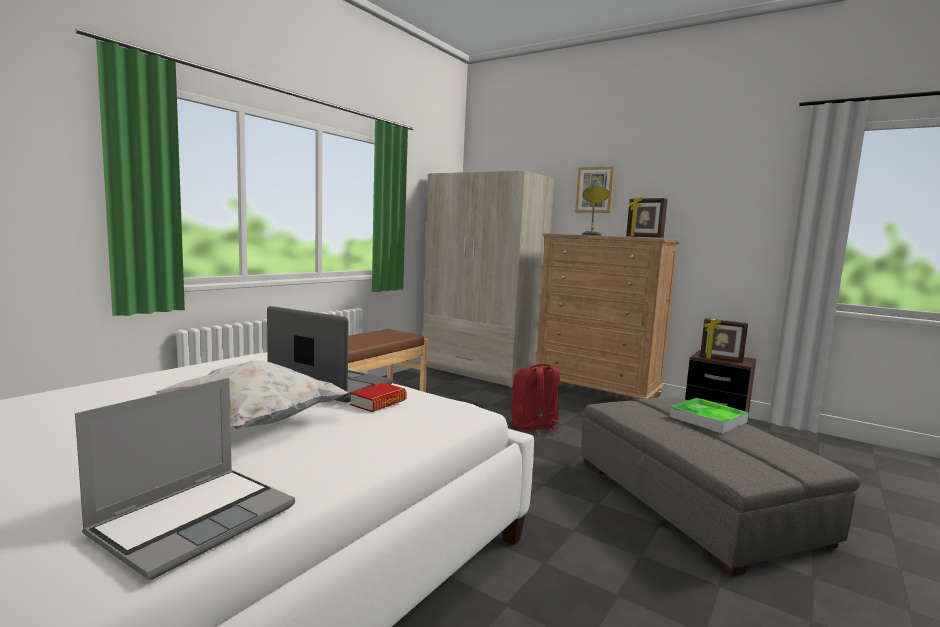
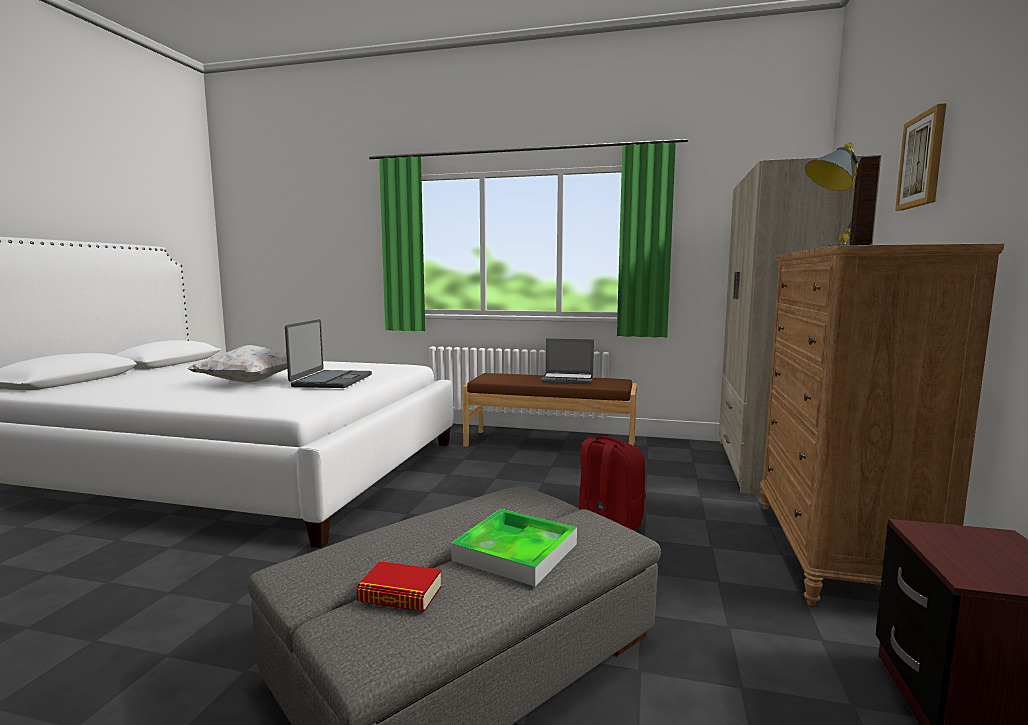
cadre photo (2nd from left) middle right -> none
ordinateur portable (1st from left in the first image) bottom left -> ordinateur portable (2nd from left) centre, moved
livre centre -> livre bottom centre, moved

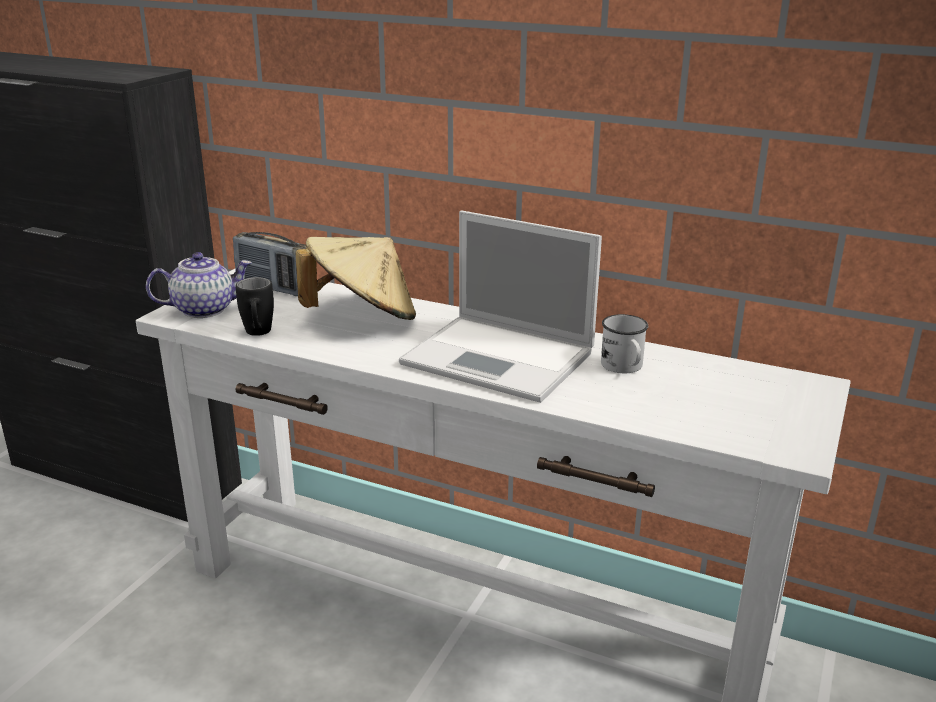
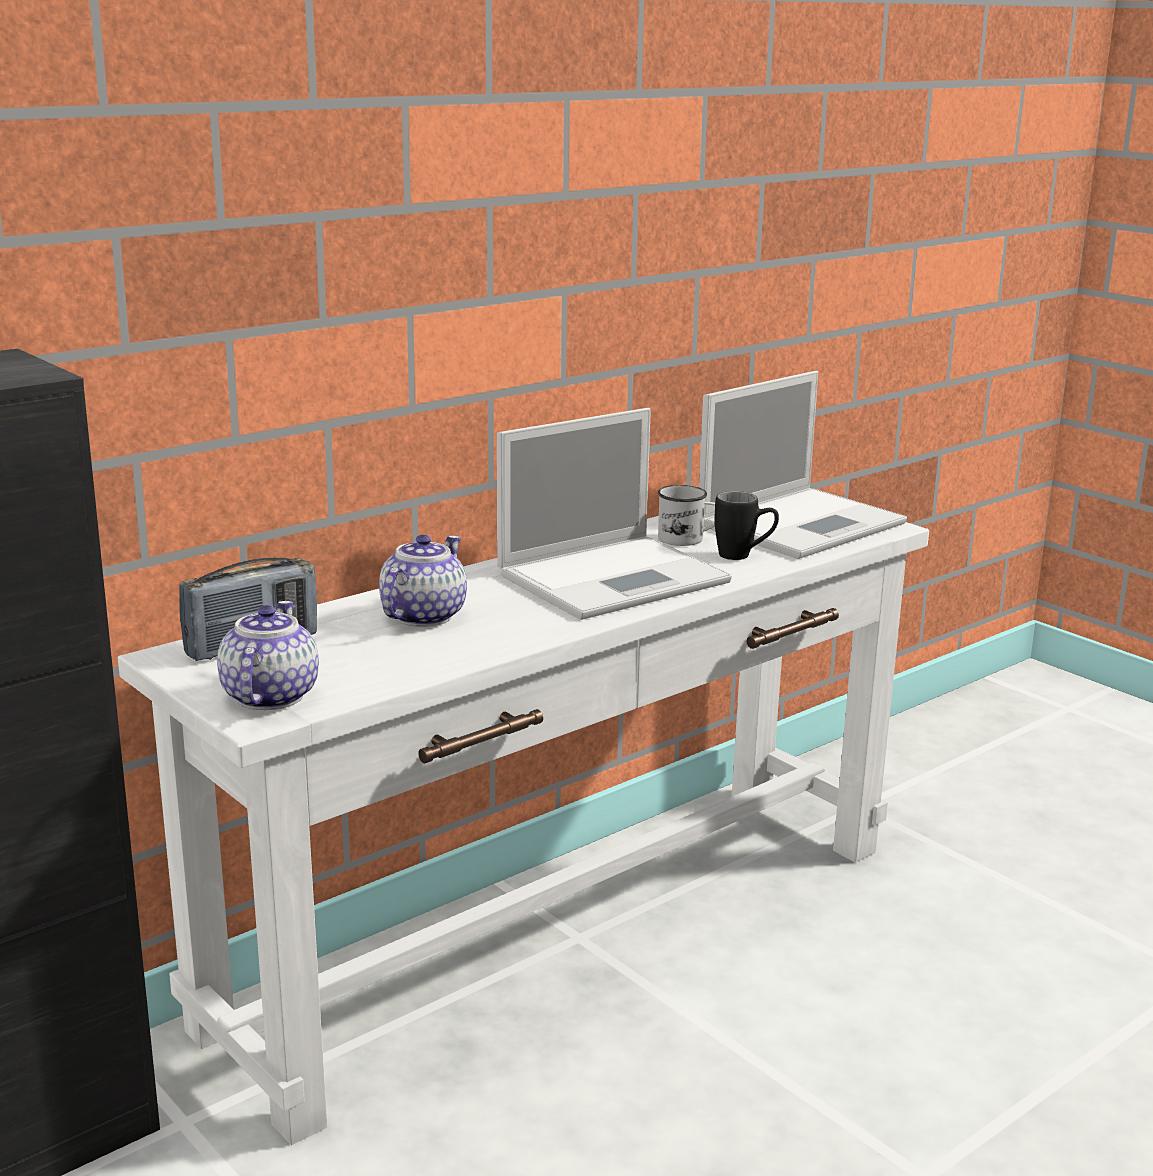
none -> ordinateur portable (2nd from left) middle right
mug [noir] middle left -> mug [noir] centre, moved
chapeau [beige] centre -> théière (2nd from left) centre

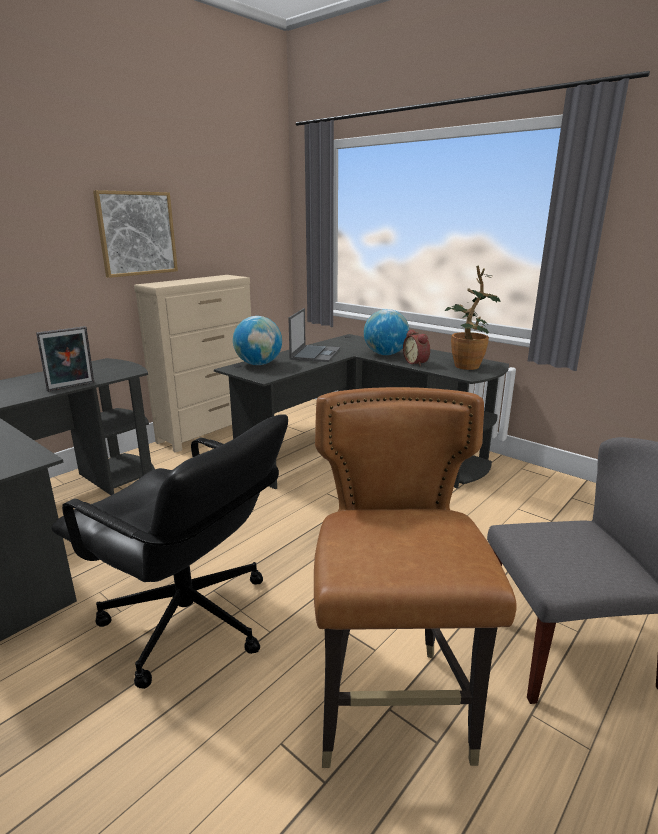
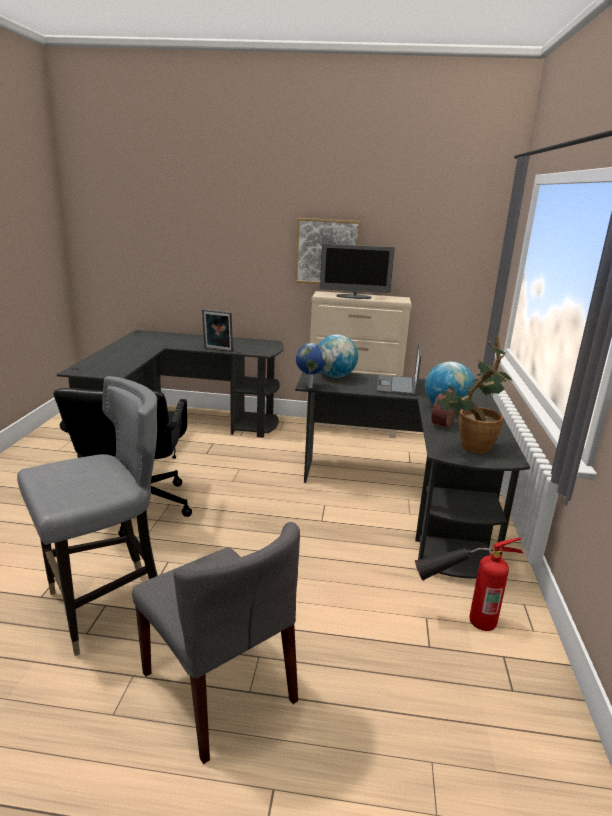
none -> globe (1st from left) centre
none -> écran d'ordinateur top centre
none -> extincteur bottom right
chaise [marron] bottom centre -> chaise [gris] (1st from left) middle left
ordinateur portable centre, 120 degrees clockwise

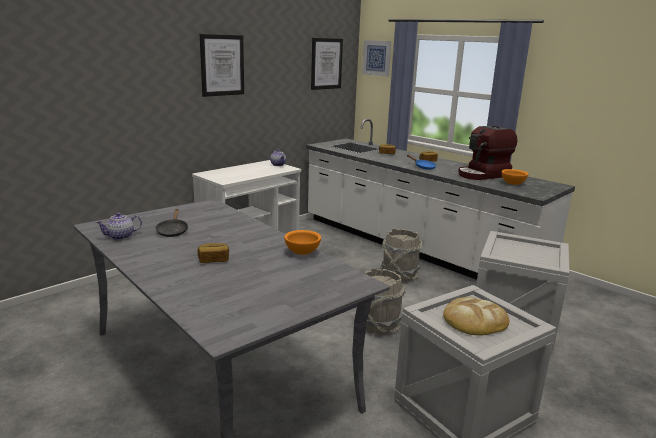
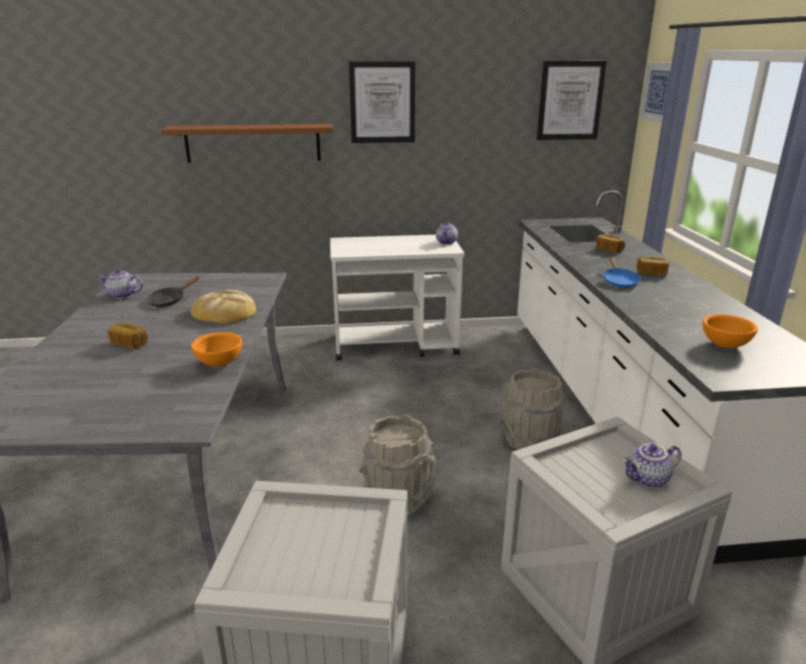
machine à café middle right -> none
none -> étagère [marron] top left
none -> théière (3rd from left) bottom right
pain (4th from left in the first image) bottom right -> pain (2nd from left) middle left, moved

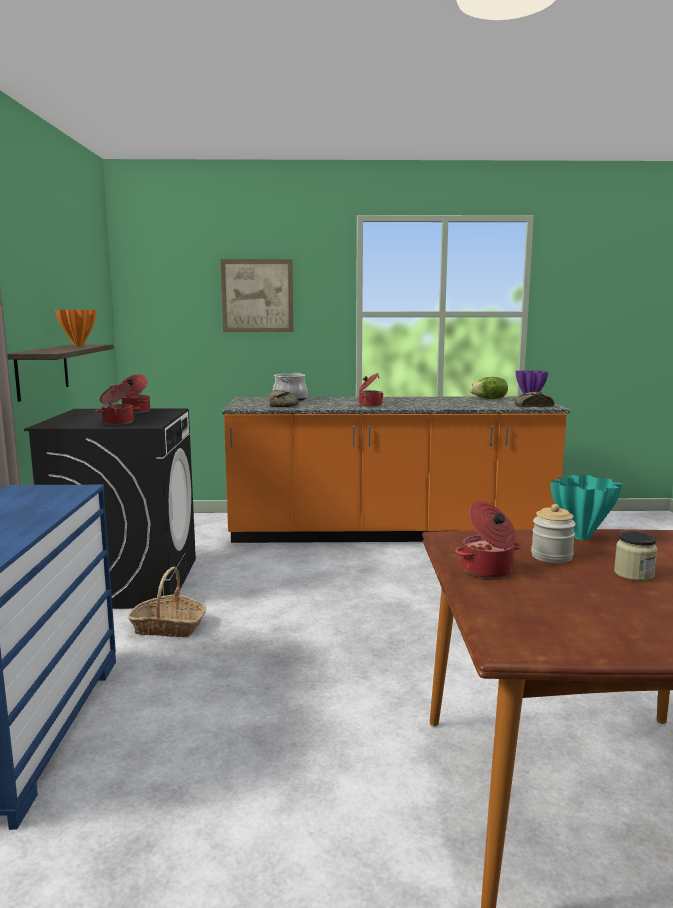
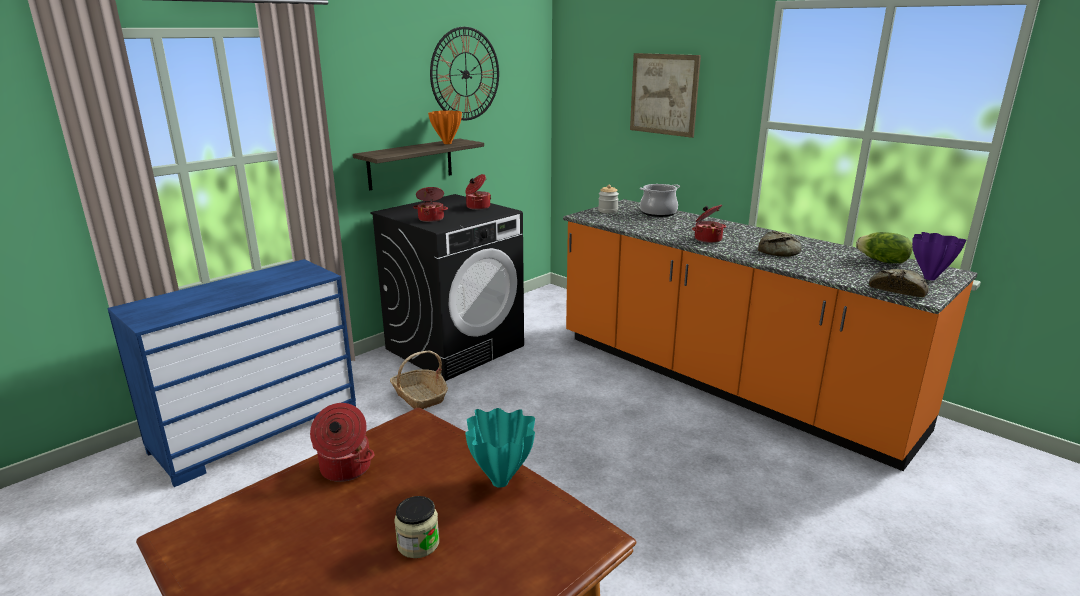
none -> horloge murale top centre
pain (1st from left) centre -> pain (1st from left) middle right, moved
bocal (1st from left in the first image) middle right -> bocal (2nd from left) centre, moved

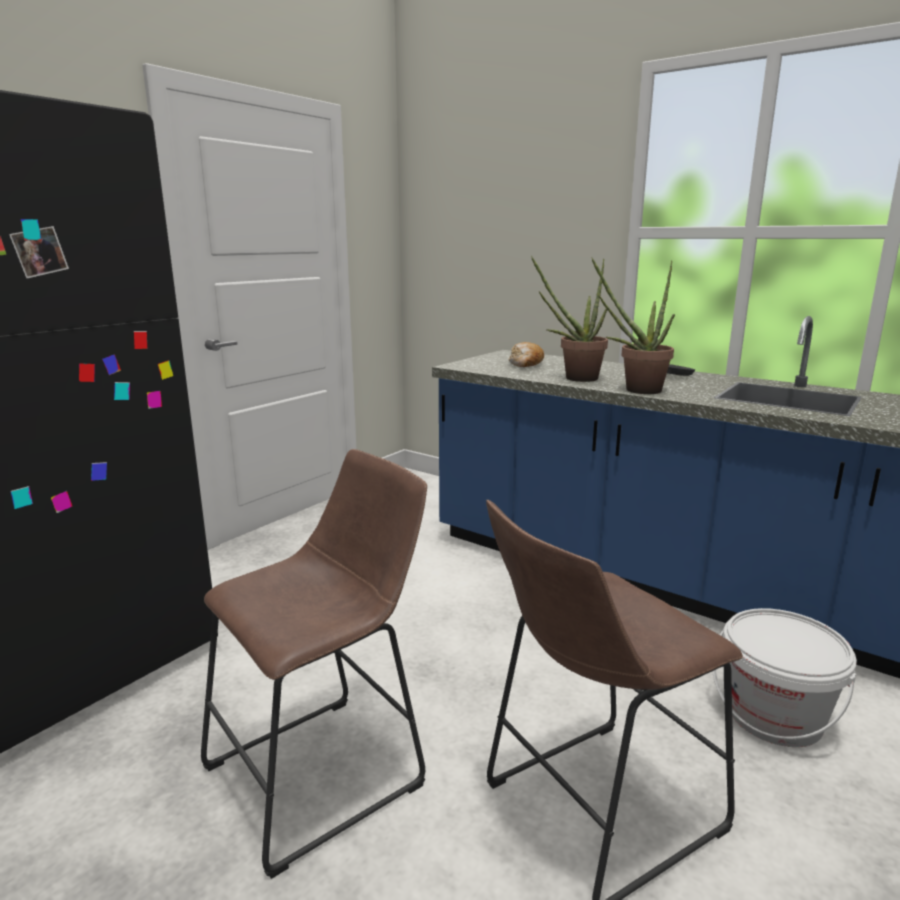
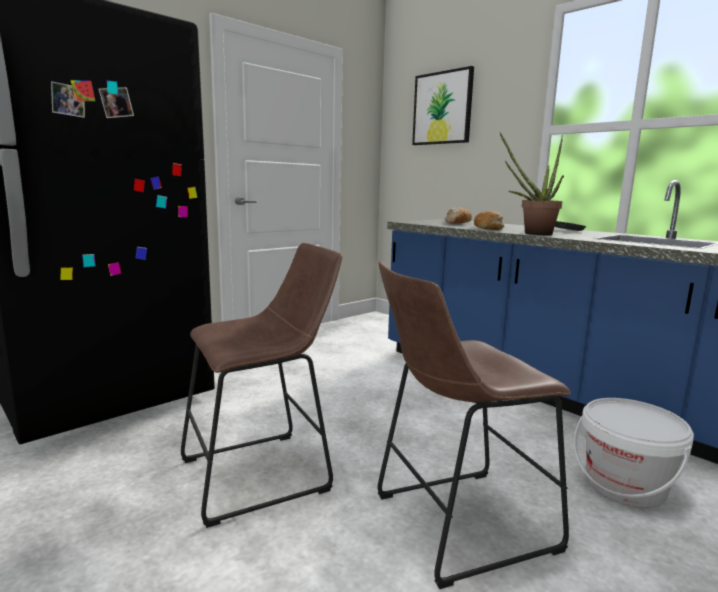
none -> tableau top centre
plante en pot (1st from left) centre -> pain (2nd from left) middle right

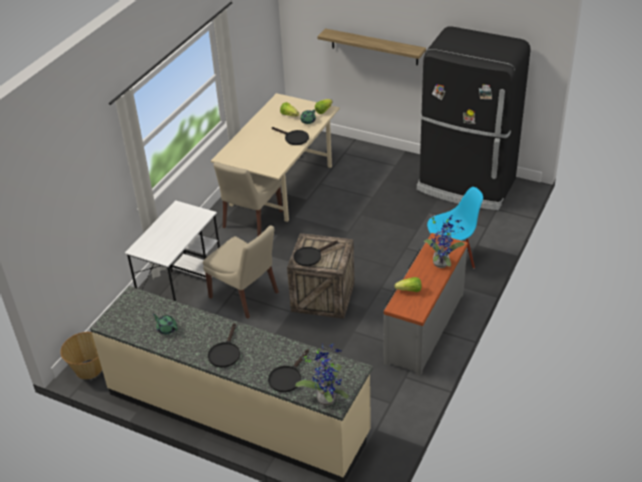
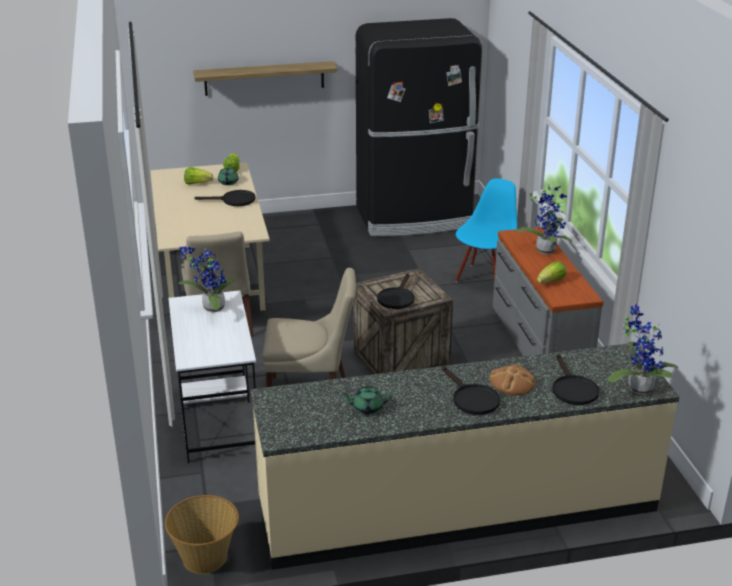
none -> plante en pot (1st from left) middle left
none -> pain middle right

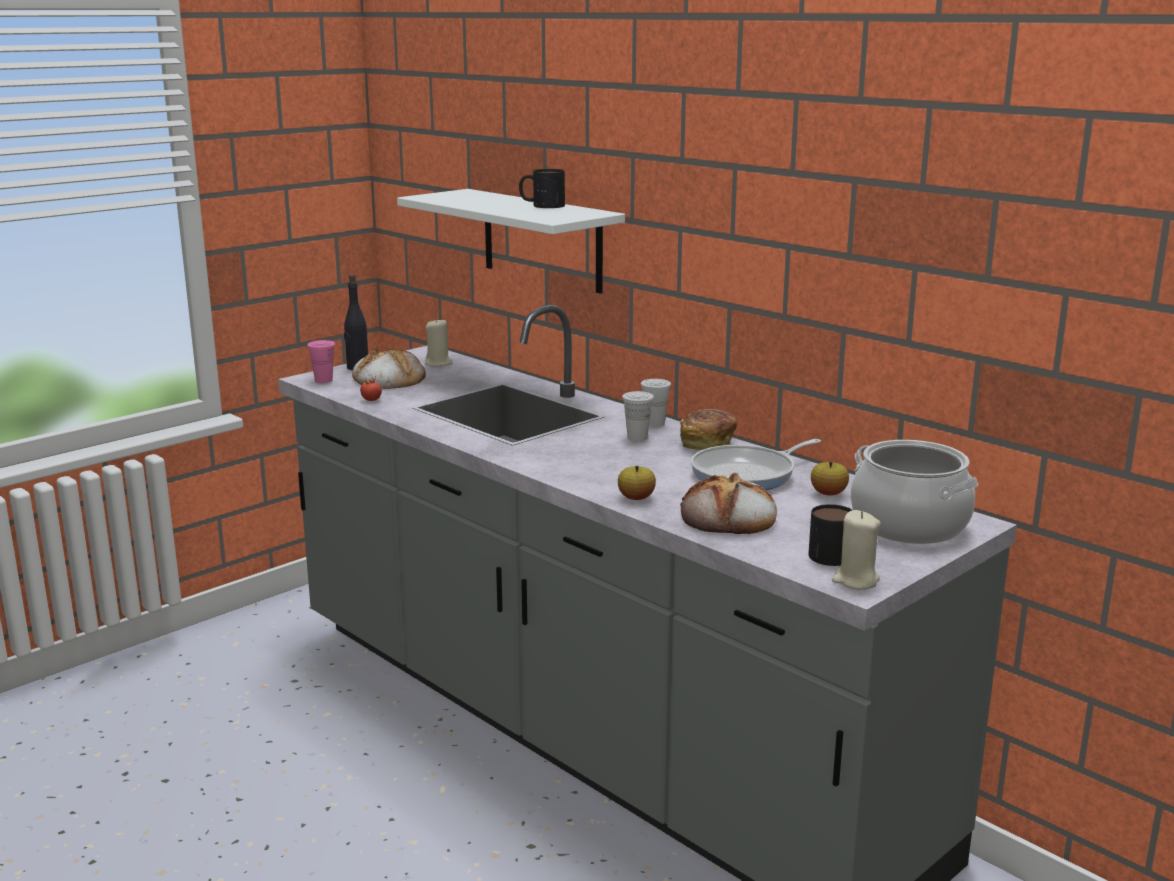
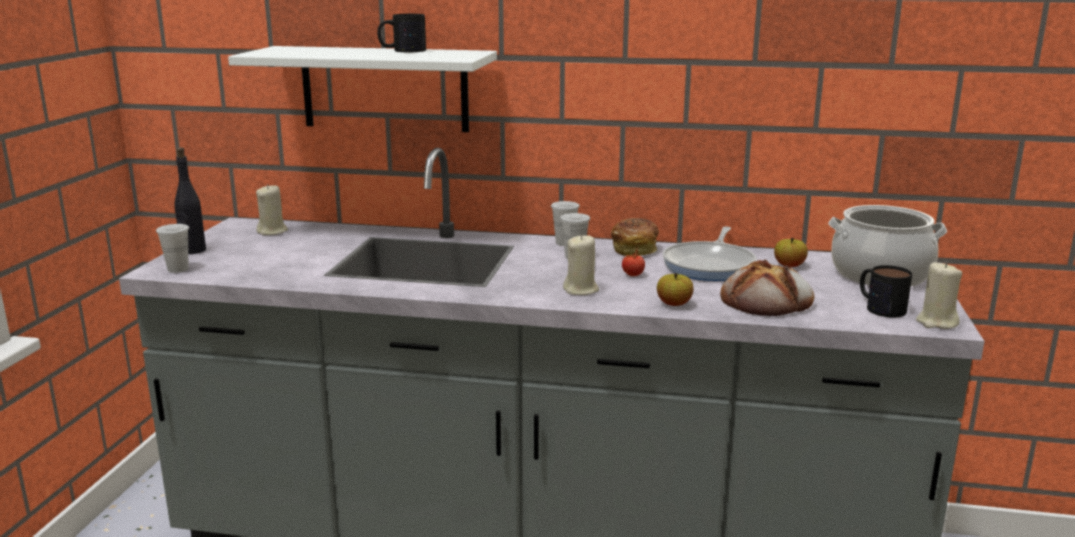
pain (1st from left) middle left -> none
none -> bougie [beige] (2nd from left) centre
tomate middle left -> tomate centre, moved
tasse [rose] middle left -> tasse [blanc] (1st from left) middle left

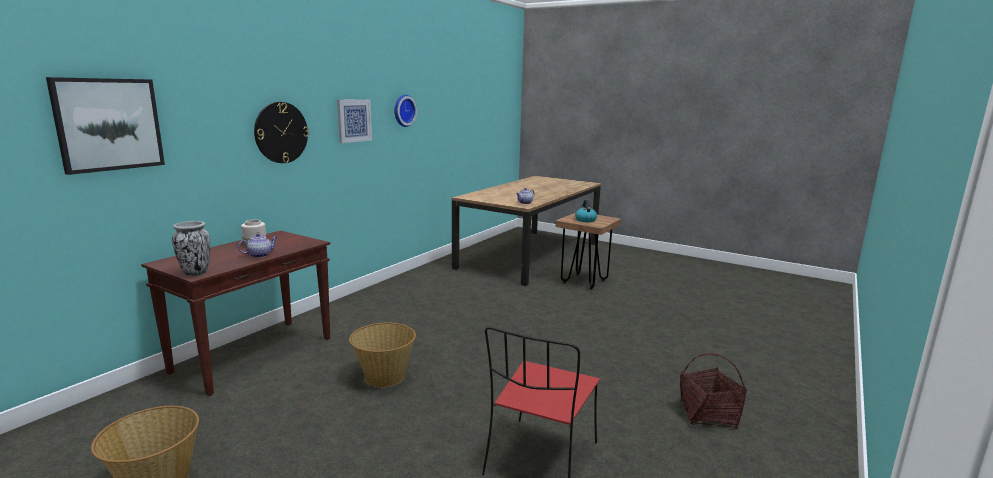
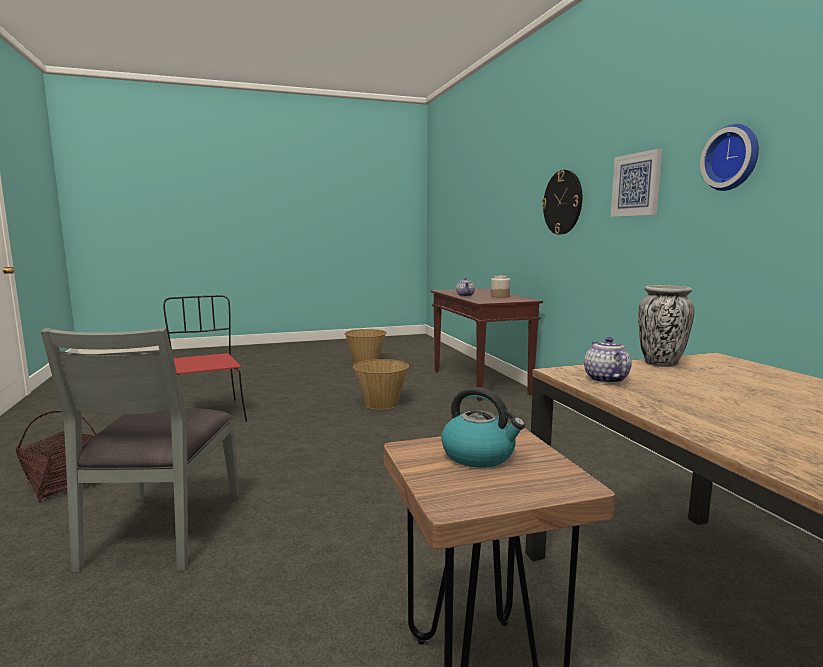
tableau (1st from left) top left -> none
none -> chaise [gris] bottom left
vase middle left -> vase middle right, moved

